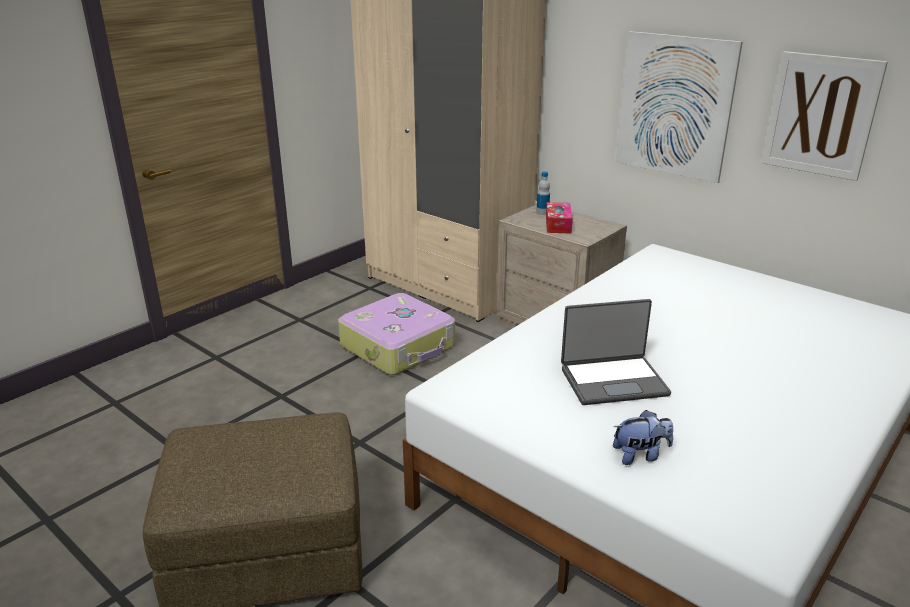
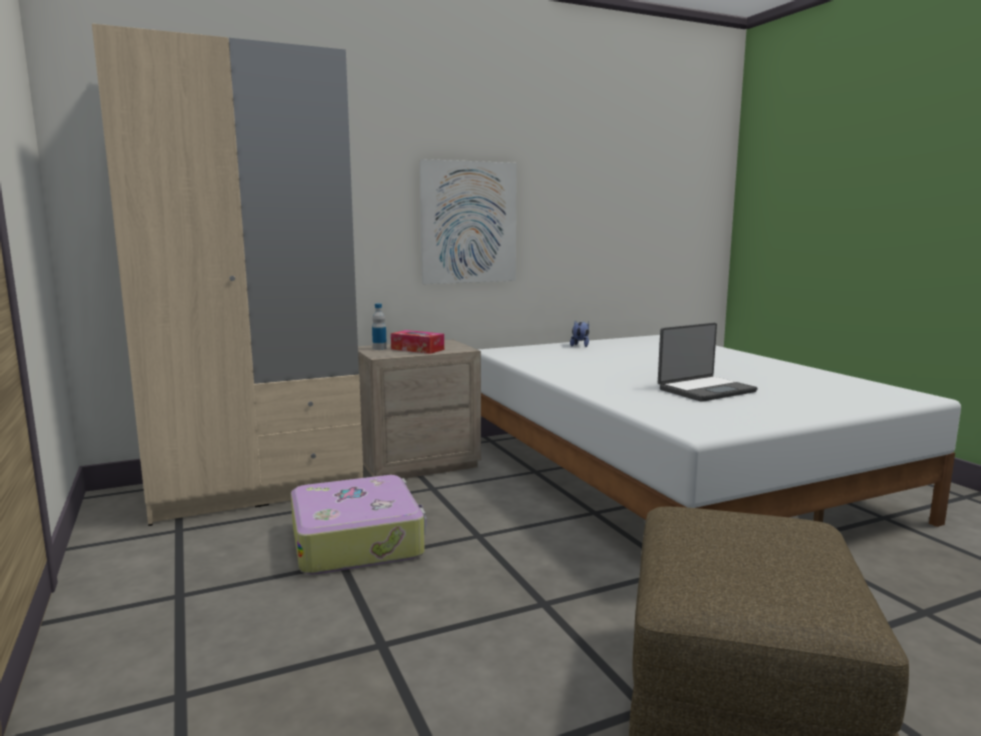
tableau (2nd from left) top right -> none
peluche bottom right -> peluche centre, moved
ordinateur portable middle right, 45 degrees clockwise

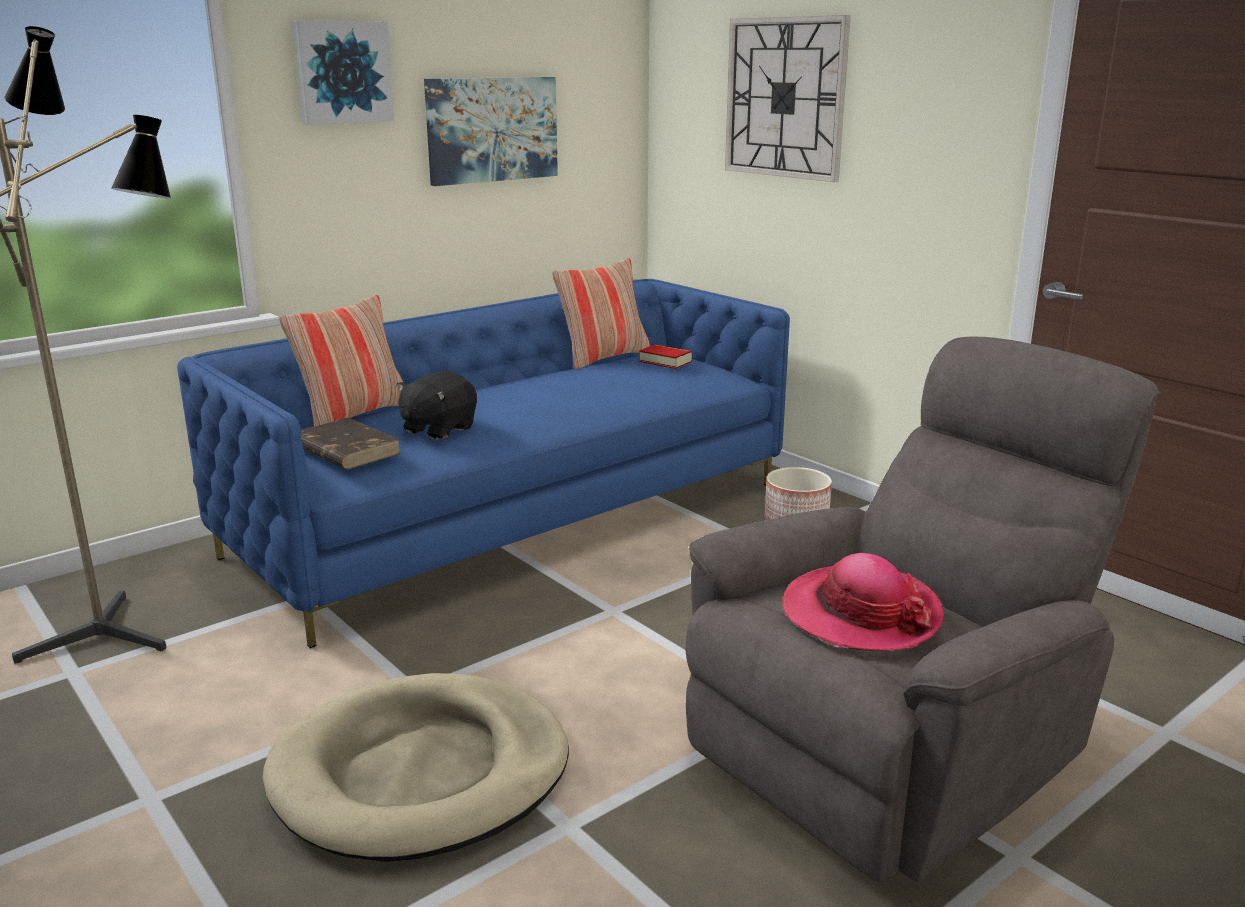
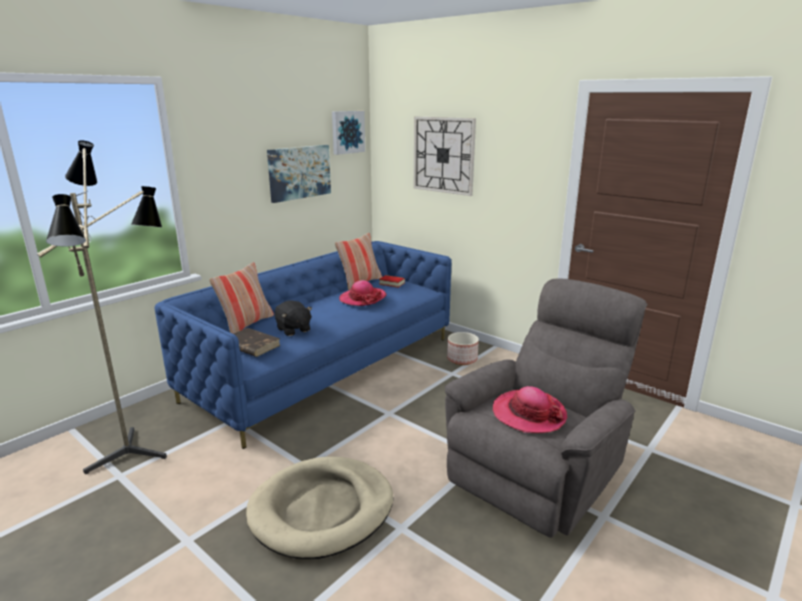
none -> chapeau (1st from left) centre
tableau (1st from left in the first image) top left -> tableau (2nd from left) top centre, moved
peluche [noir] centre, 60 degrees counterclockwise

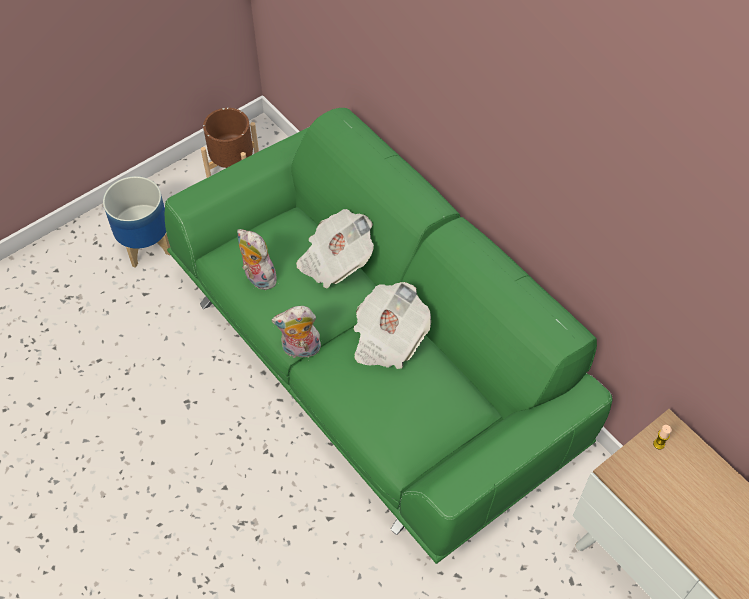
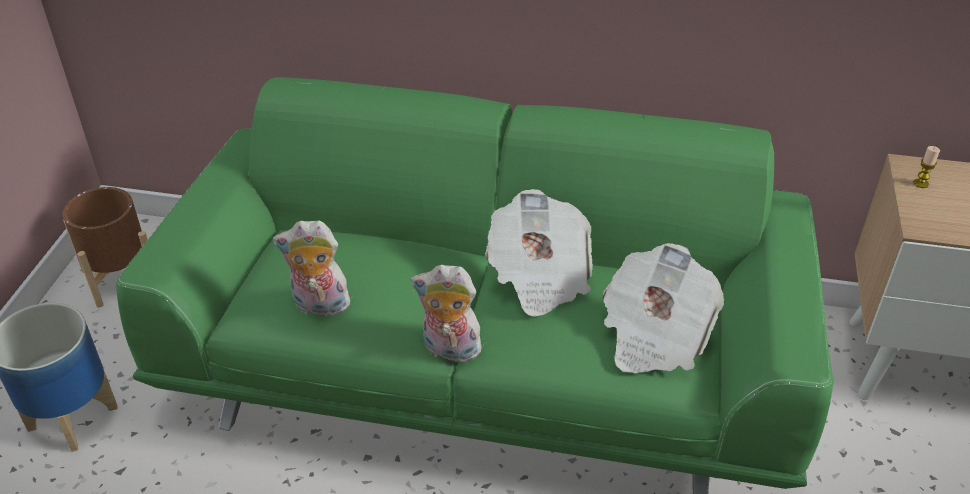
journal (1st from left in the first image) centre -> journal (2nd from left) middle right, moved
peluche (2nd from left) centre, 60 degrees clockwise

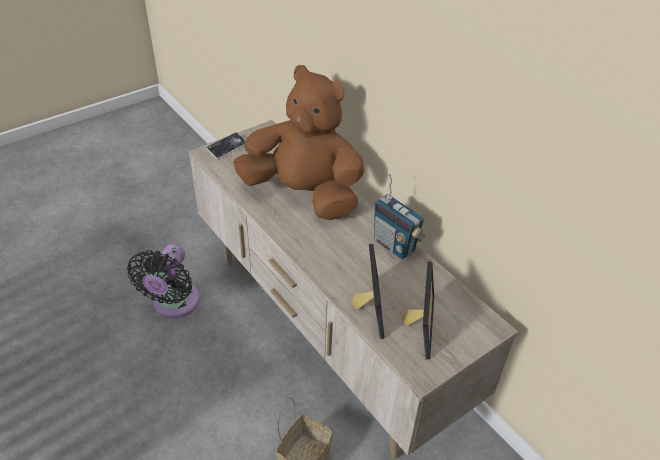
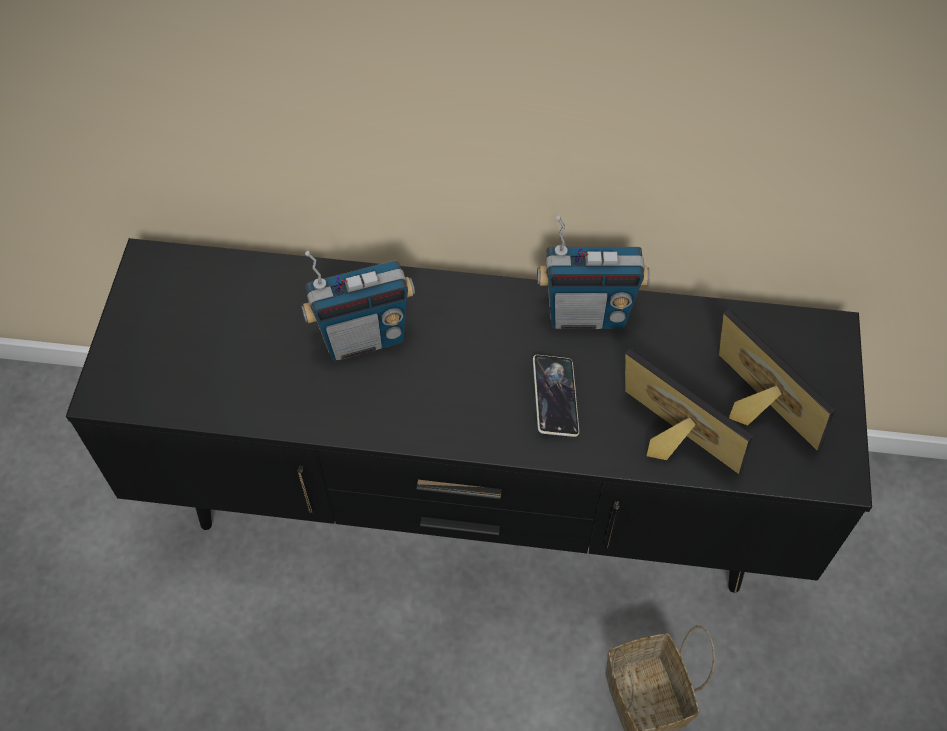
ventilateur [noir] middle left -> none
téléphone top centre -> téléphone centre, moved
peluche [marron] top centre -> radio (1st from left) centre
meuble télé [beige] centre -> meuble télé [noir] centre

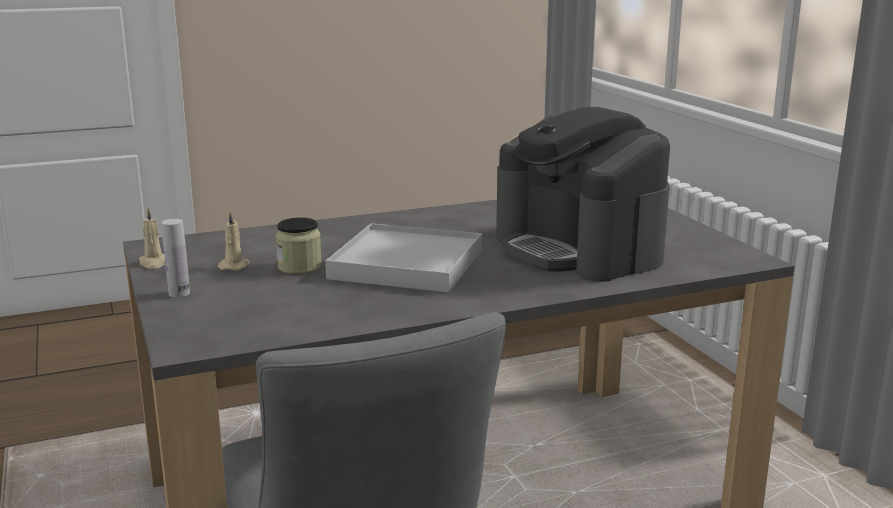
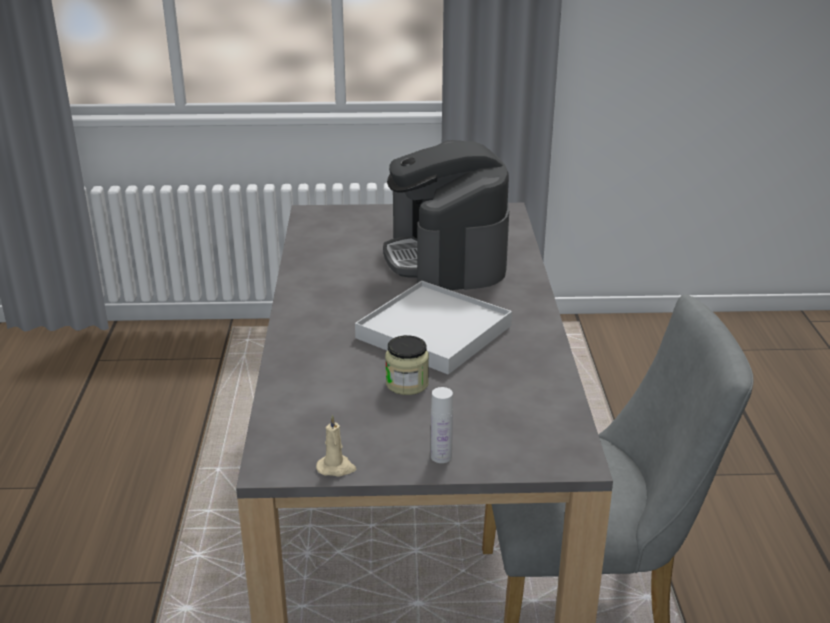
bougie [beige] (2nd from left) middle left -> none
machine à café centre, 90 degrees clockwise

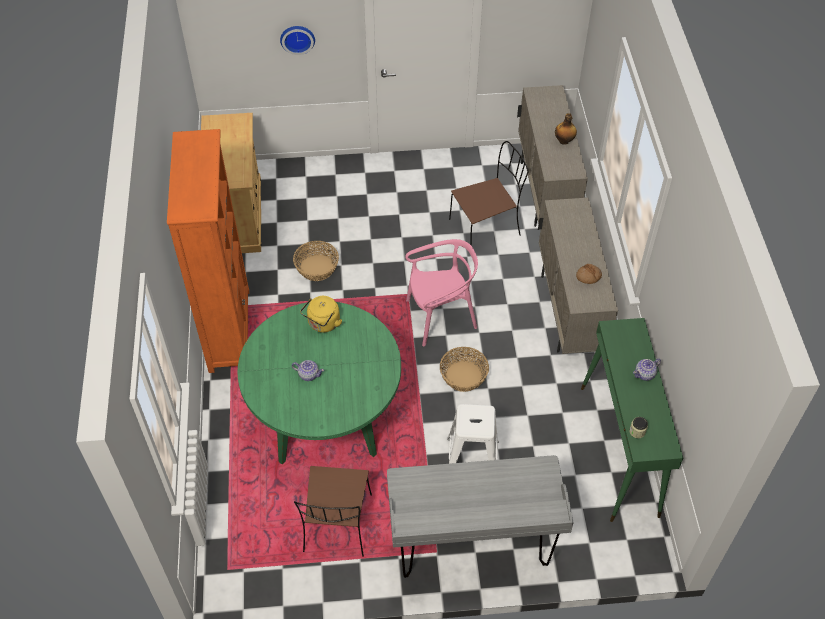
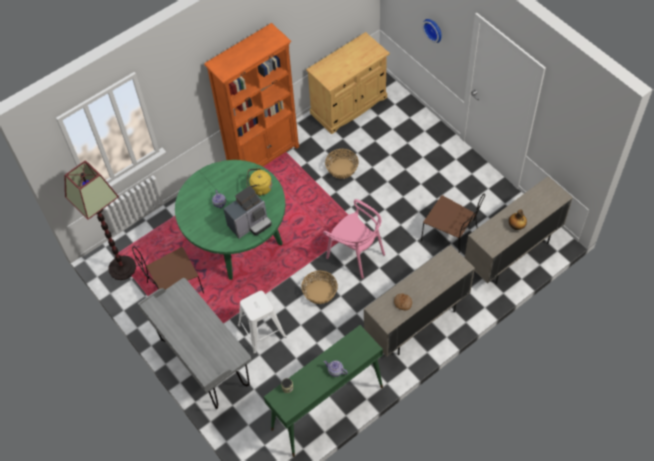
none -> lampadaire middle left
none -> machine à café centre

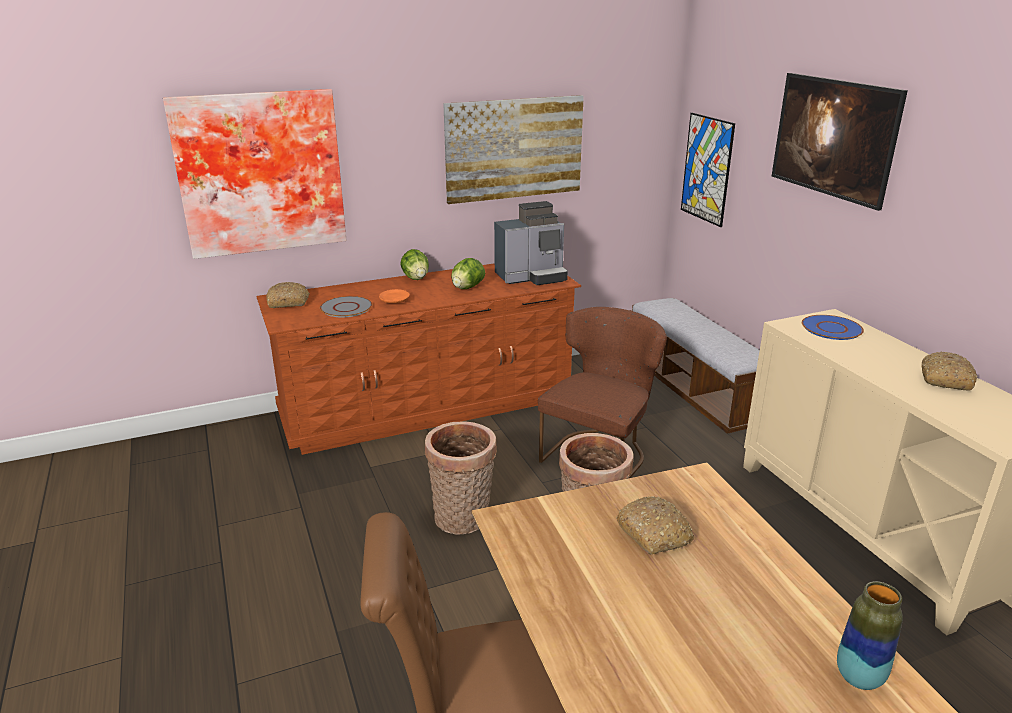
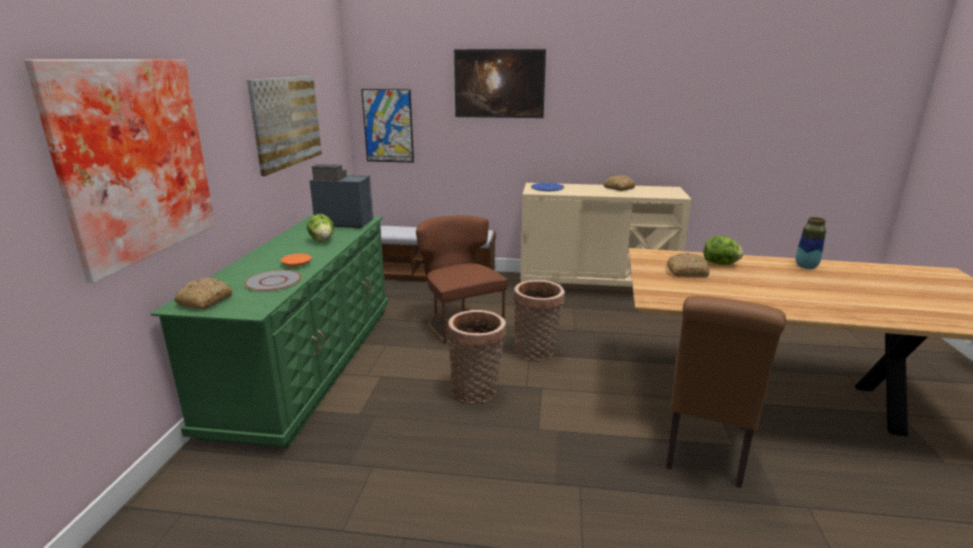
laitue (1st from left in the first image) centre -> laitue (2nd from left) middle right, moved
commode [marron] centre -> commode [vert] middle left
machine à café centre, 90 degrees counterclockwise

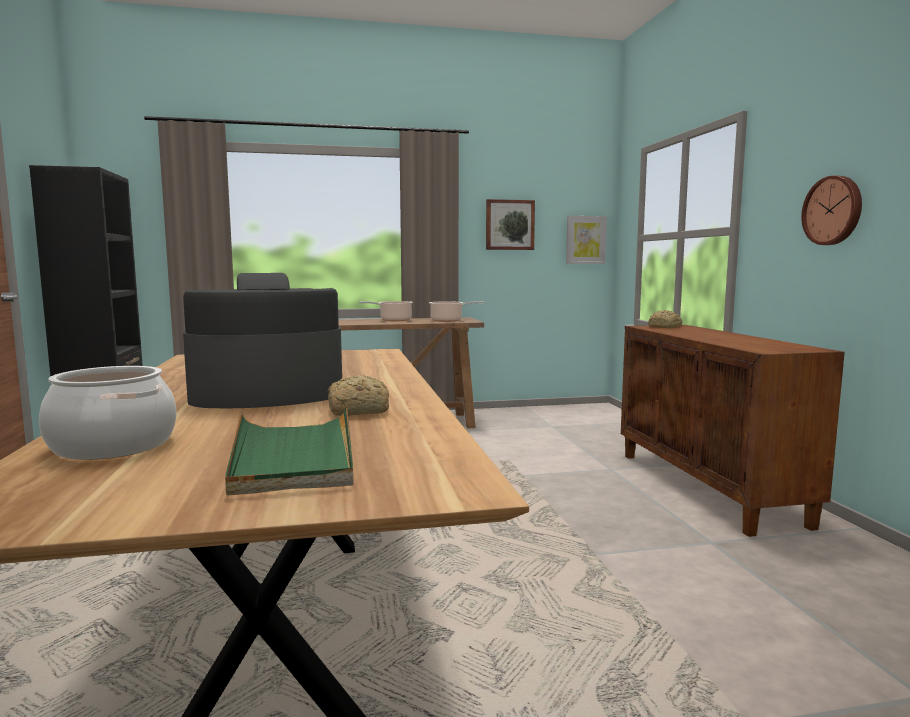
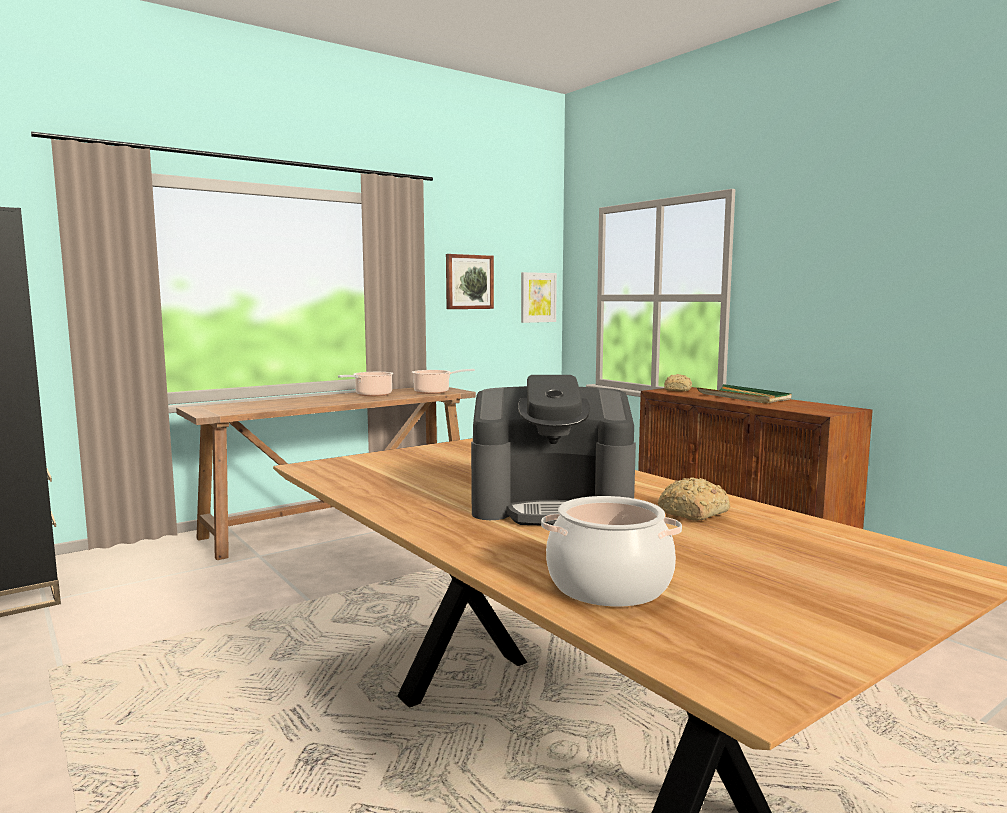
horloge murale top right -> none
plateau [vert] middle left -> plateau [vert] middle right, moved
machine à café middle left -> machine à café centre, 135 degrees counterclockwise

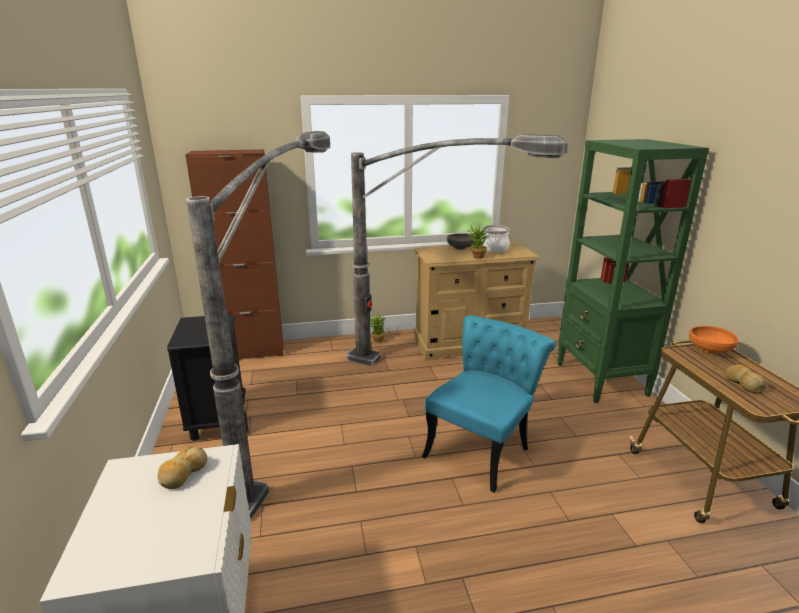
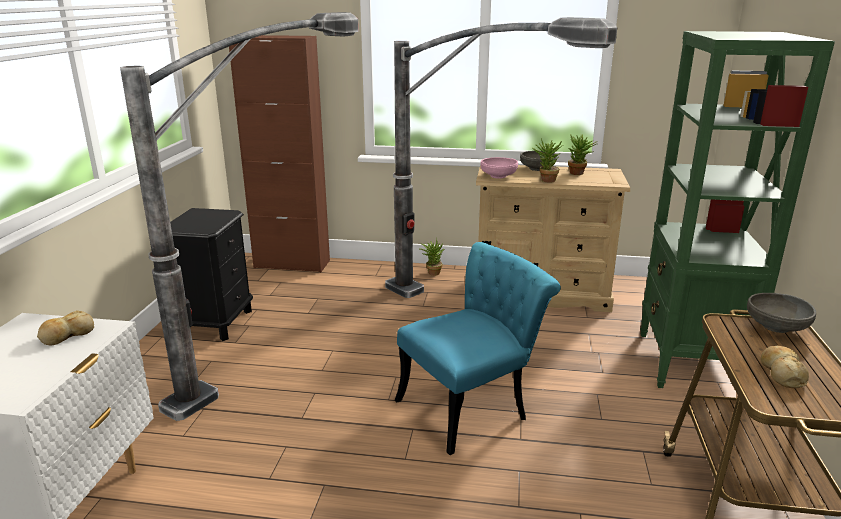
none -> bol [rose] top centre
marmite centre -> plante en pot (3rd from left) top right
bol [orange] middle right -> bol [gris] (2nd from left) middle right

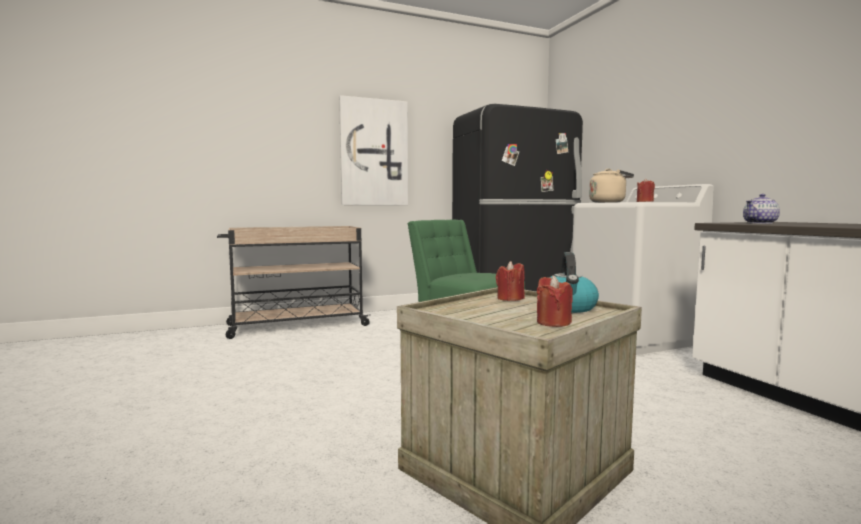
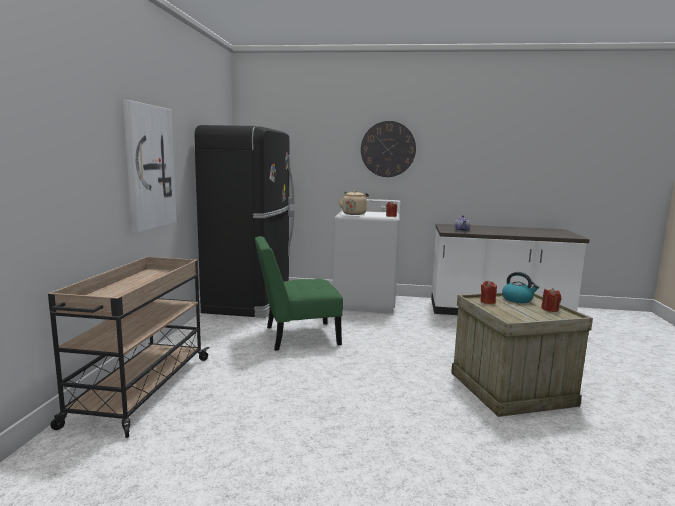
none -> horloge murale top centre

